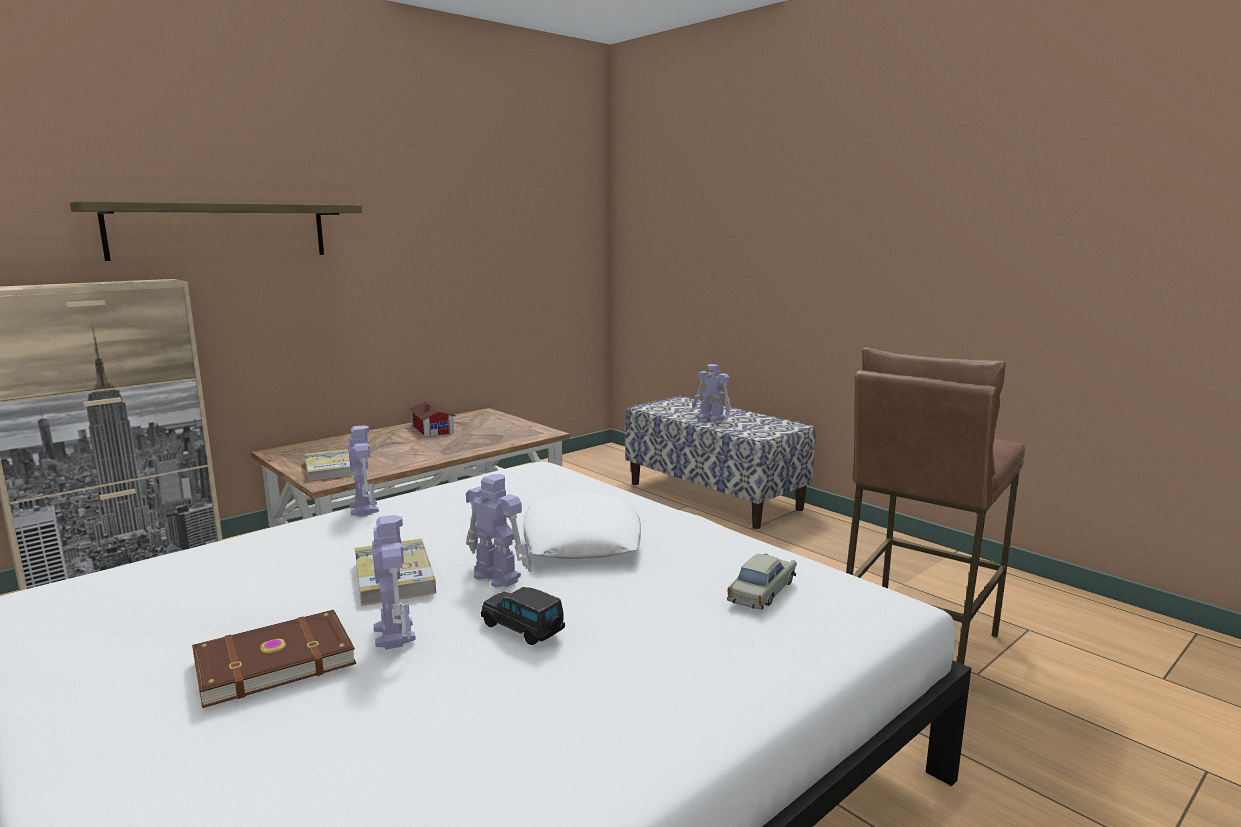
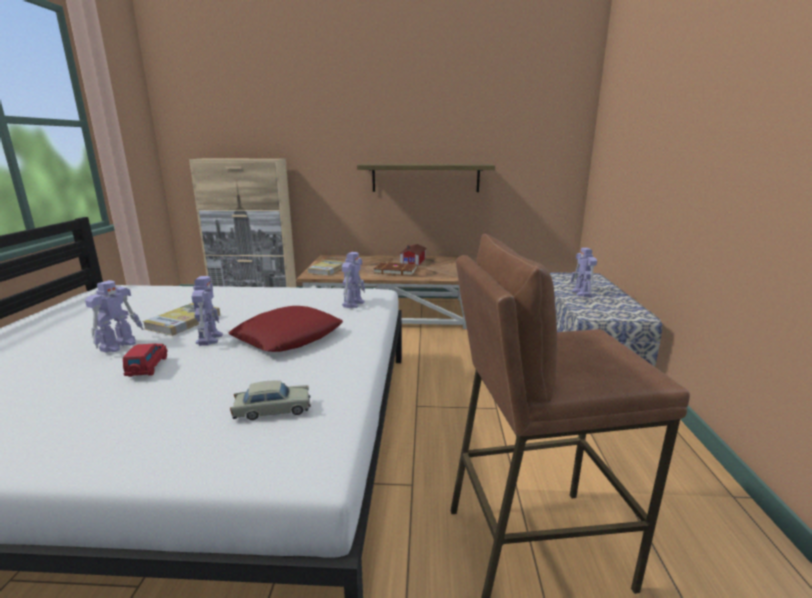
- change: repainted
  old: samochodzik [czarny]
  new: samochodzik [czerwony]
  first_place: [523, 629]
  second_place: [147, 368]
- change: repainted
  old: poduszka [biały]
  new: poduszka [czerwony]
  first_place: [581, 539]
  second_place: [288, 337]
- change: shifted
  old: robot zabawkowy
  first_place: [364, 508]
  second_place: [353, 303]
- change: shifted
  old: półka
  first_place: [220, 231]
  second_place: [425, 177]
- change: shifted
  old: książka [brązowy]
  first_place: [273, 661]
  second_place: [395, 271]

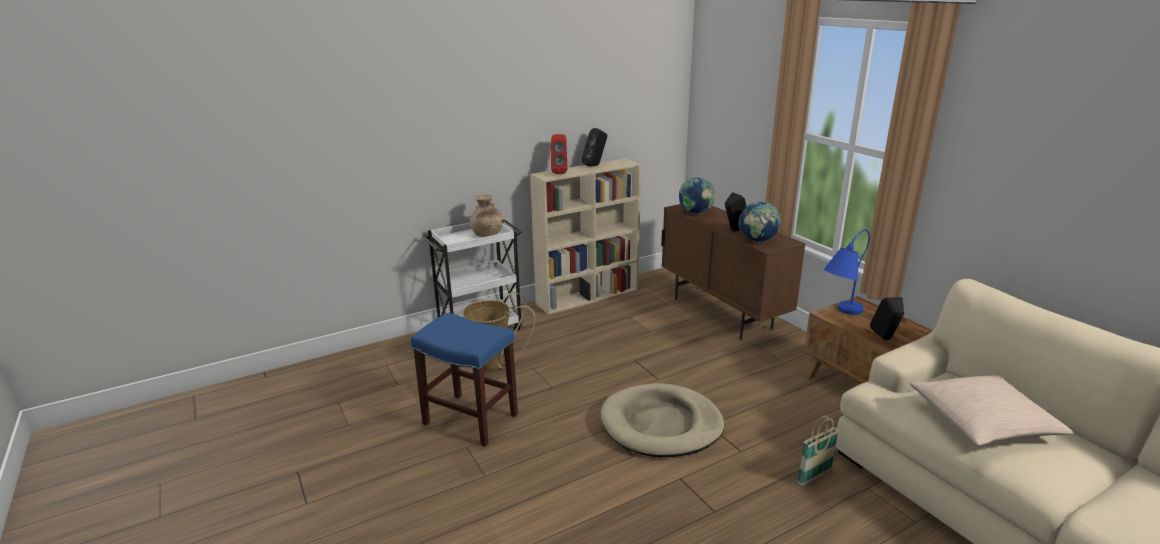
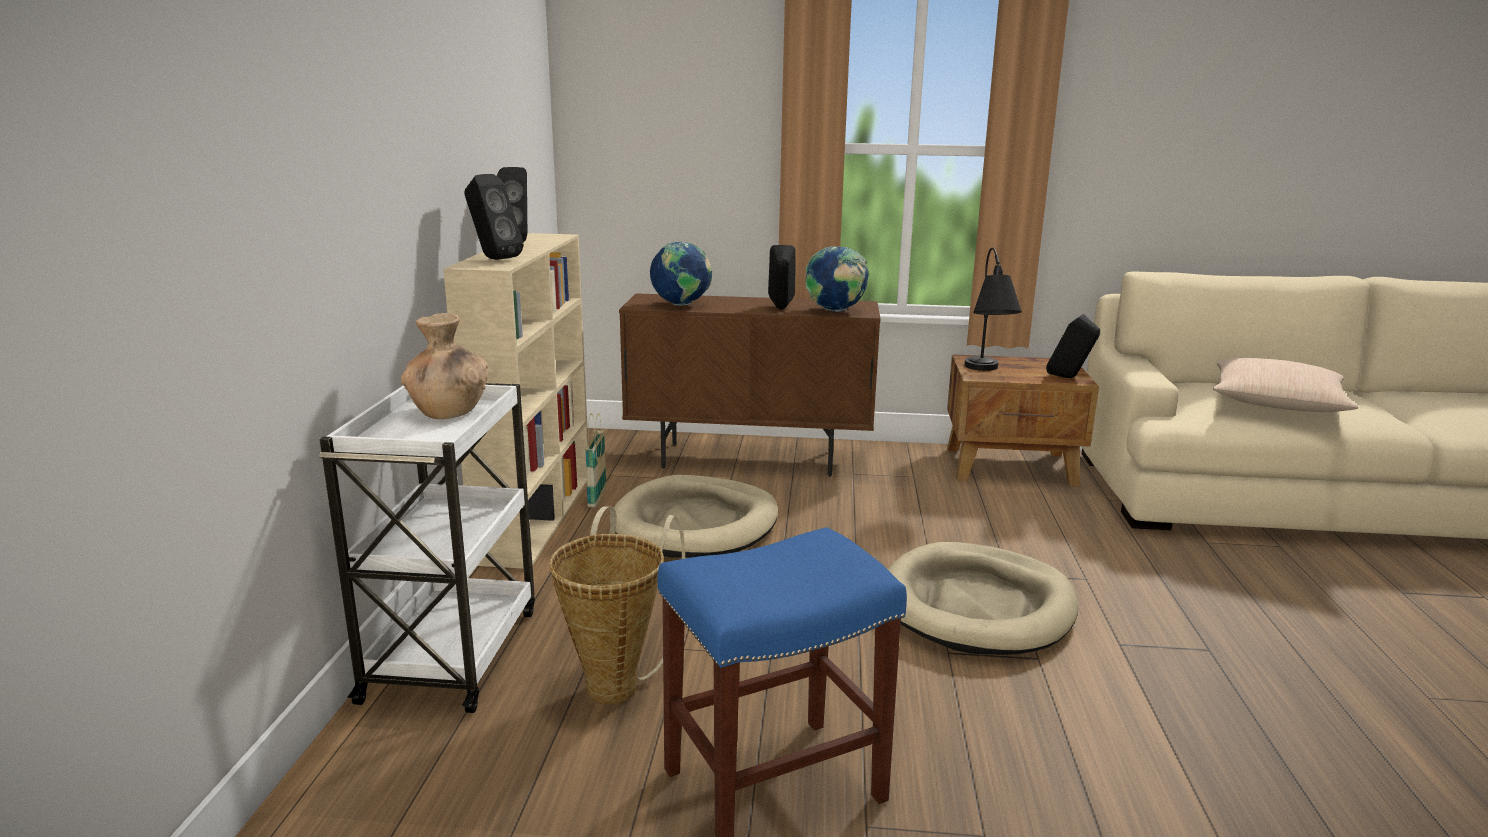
- change: repainted
  old: głośnik [czerwony]
  new: głośnik [czarny]
  first_place: [559, 172]
  second_place: [493, 259]
- change: shifted
  old: koszyk
  first_place: [814, 476]
  second_place: [597, 497]
- change: new
  new: legowisko [beżowy]
  second_place: [696, 524]
- change: repainted
  old: lampa stołowa [niebieski]
  new: lampa stołowa [czarny]
  first_place: [840, 313]
  second_place: [986, 372]

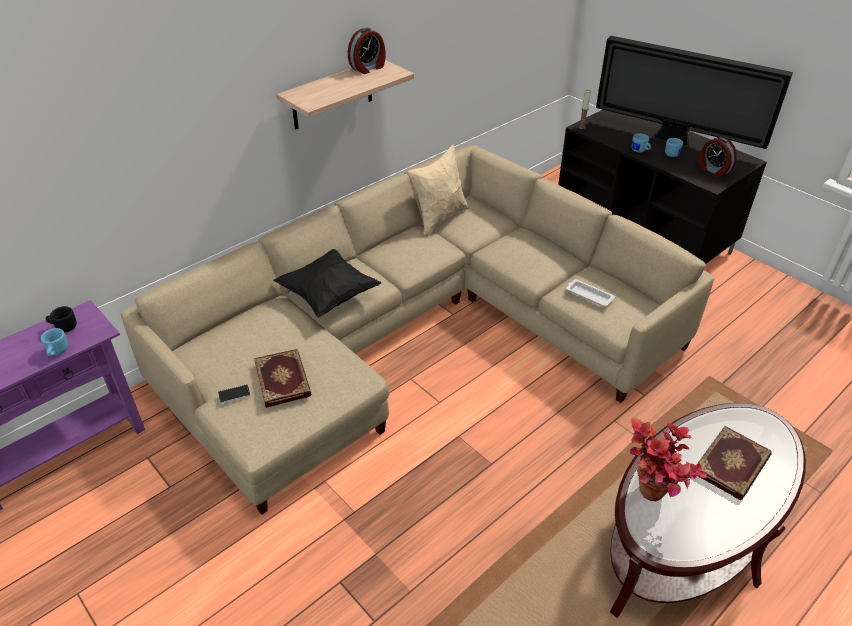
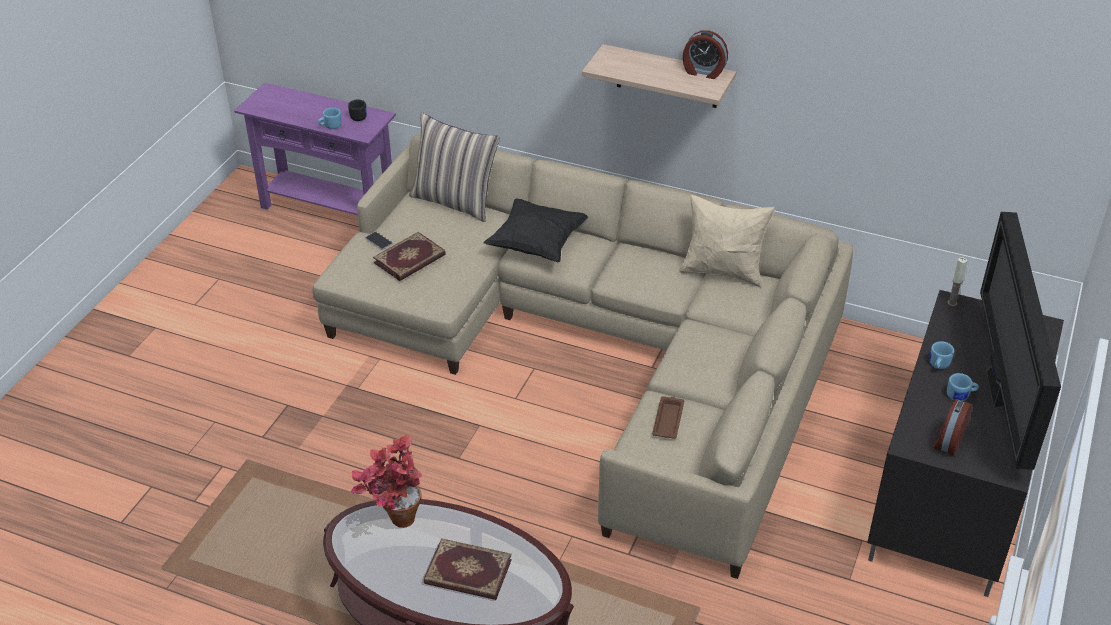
- change: new
  new: poduszka
  second_place: [455, 201]
- change: repainted
  old: taca [biały]
  new: taca [brązowy]
  first_place: [588, 295]
  second_place: [668, 419]

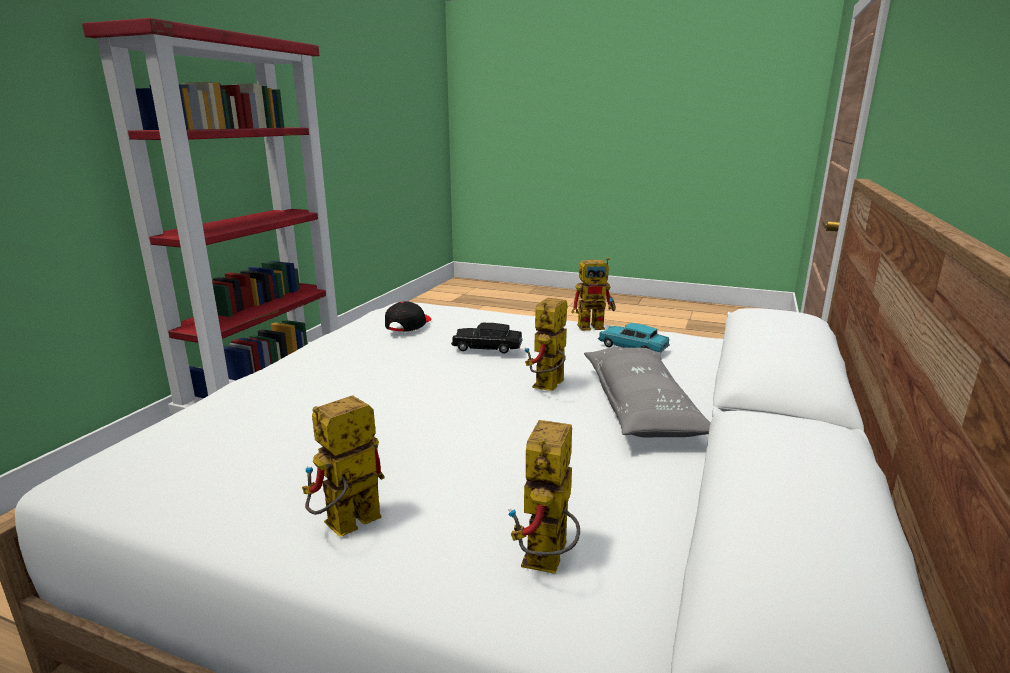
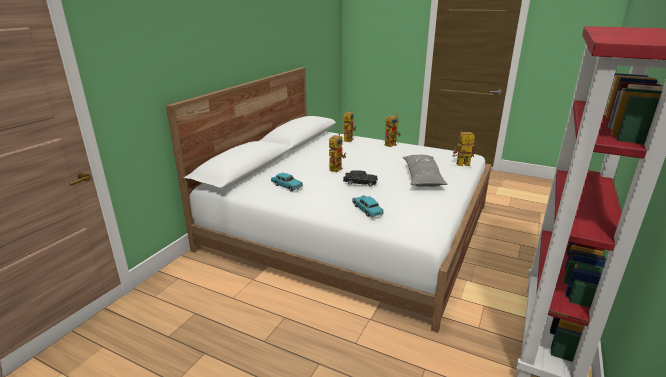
- change: new
  new: samochodzik [turkusowy]
  second_place: [367, 210]
- change: shifted
  old: poduszka [szary]
  first_place: [641, 407]
  second_place: [422, 177]
- change: shifted
  old: robot zabawkowy
  first_place: [596, 326]
  second_place: [460, 165]
- change: gone
  old: czapka z daszkiem [czarny]
  first_place: [408, 325]

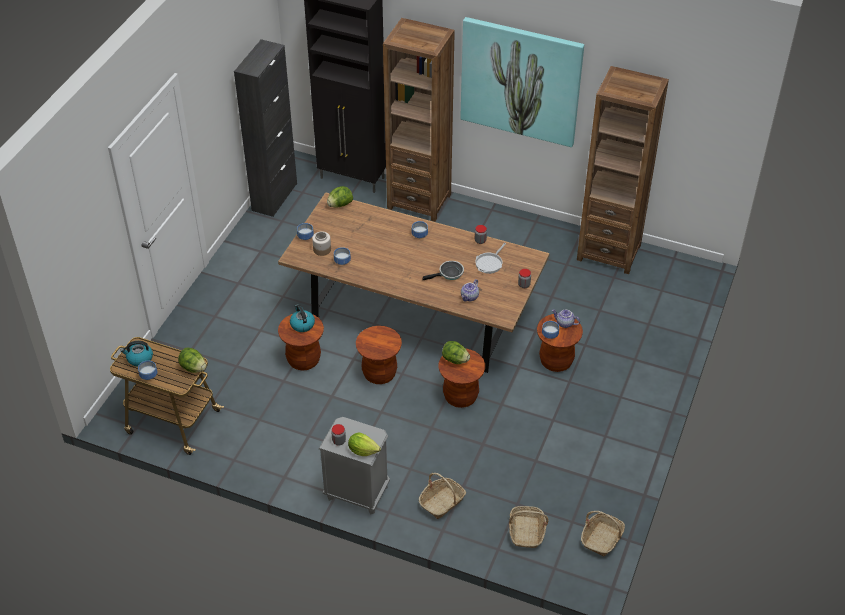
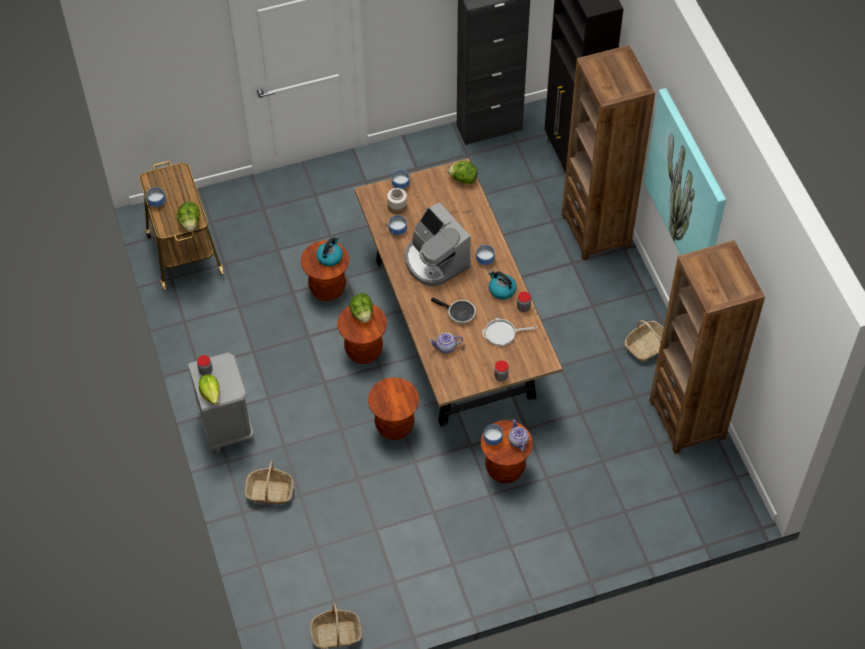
- change: shifted
  old: sałata
  first_place: [455, 360]
  second_place: [362, 314]
- change: new
  new: ekspres do kawy
  second_place: [435, 261]
- change: shifted
  old: czajnik
  first_place: [139, 359]
  second_place: [501, 290]
- change: shifted
  old: koszyk
  first_place: [526, 532]
  second_place: [647, 346]

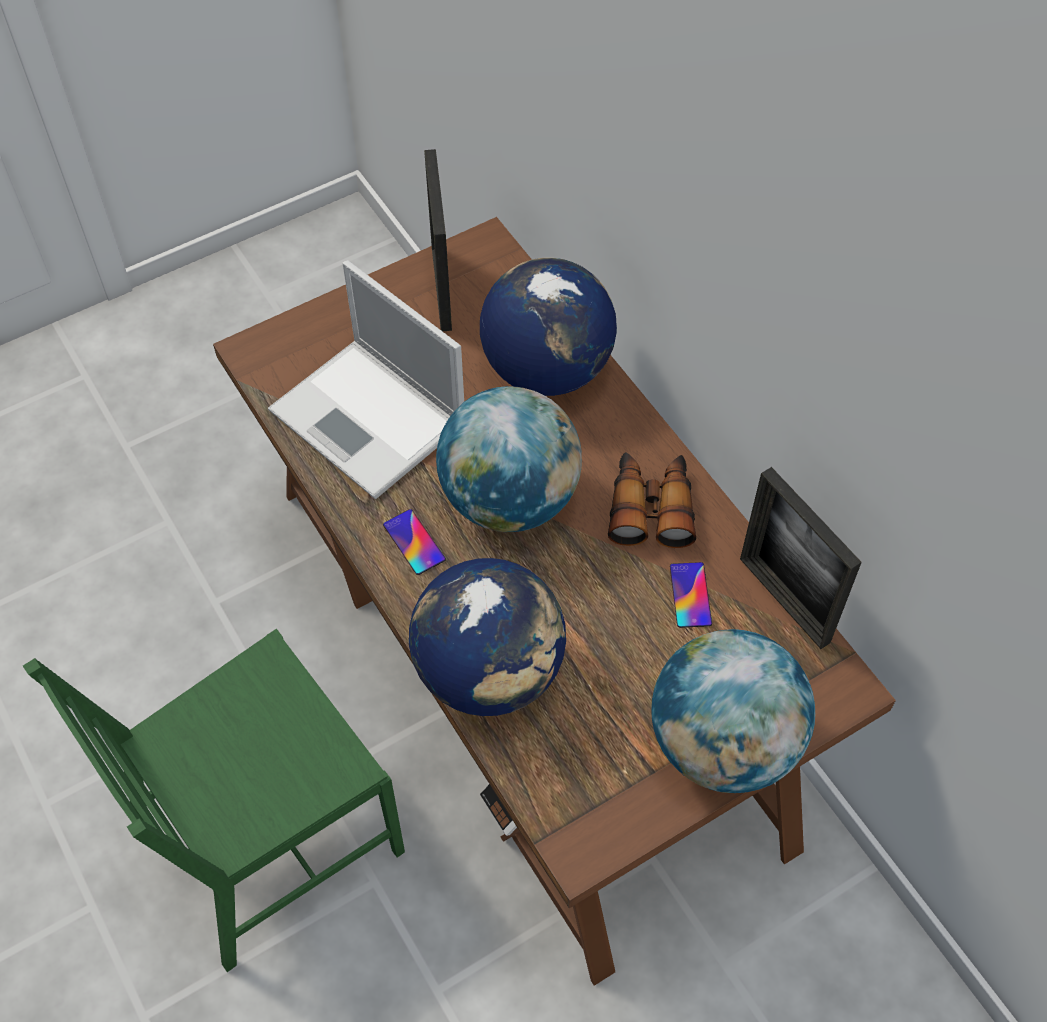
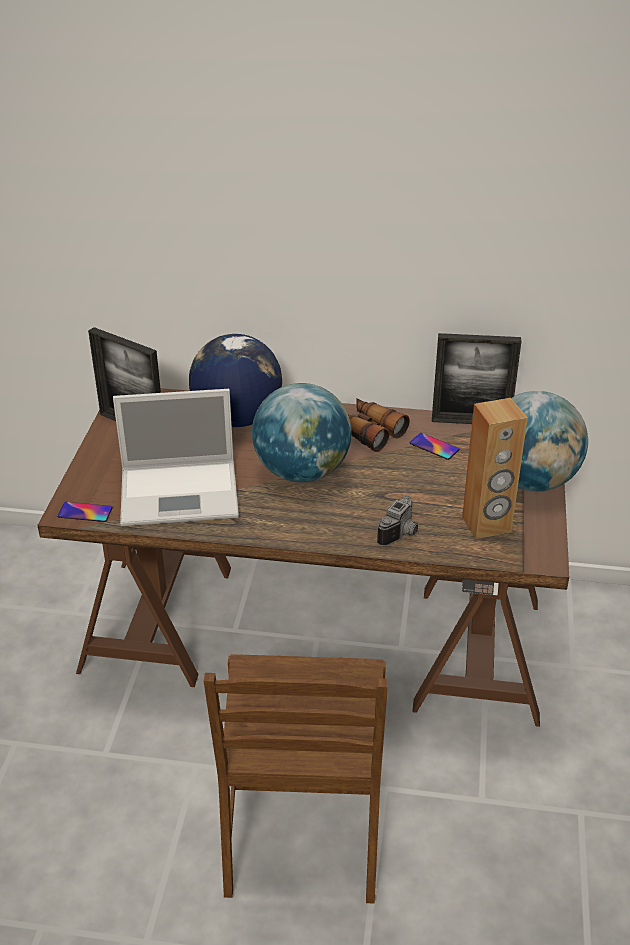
- change: shifted
  old: telefon
  first_place: [414, 542]
  second_place: [85, 512]
- change: repainted
  old: krzesło [zielony]
  new: krzesło [brązowy]
  first_place: [266, 841]
  second_place: [304, 827]
- change: swapped
  old: globus
  new: aparat fotograficzny
  first_place: [490, 672]
  second_place: [402, 534]
- change: new
  new: głośnik [brązowy]
  second_place: [486, 525]

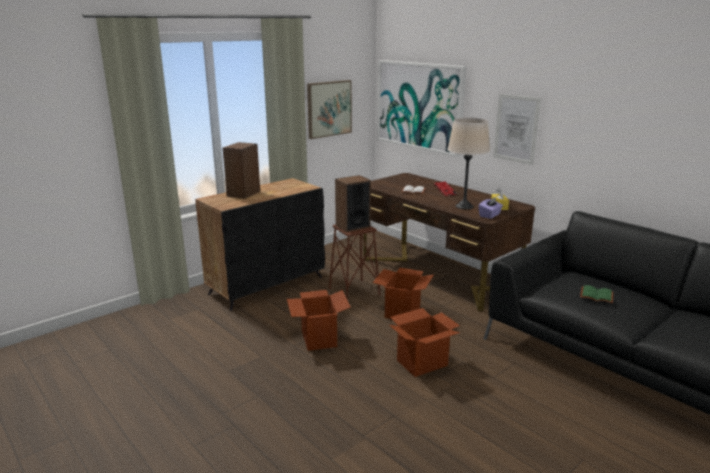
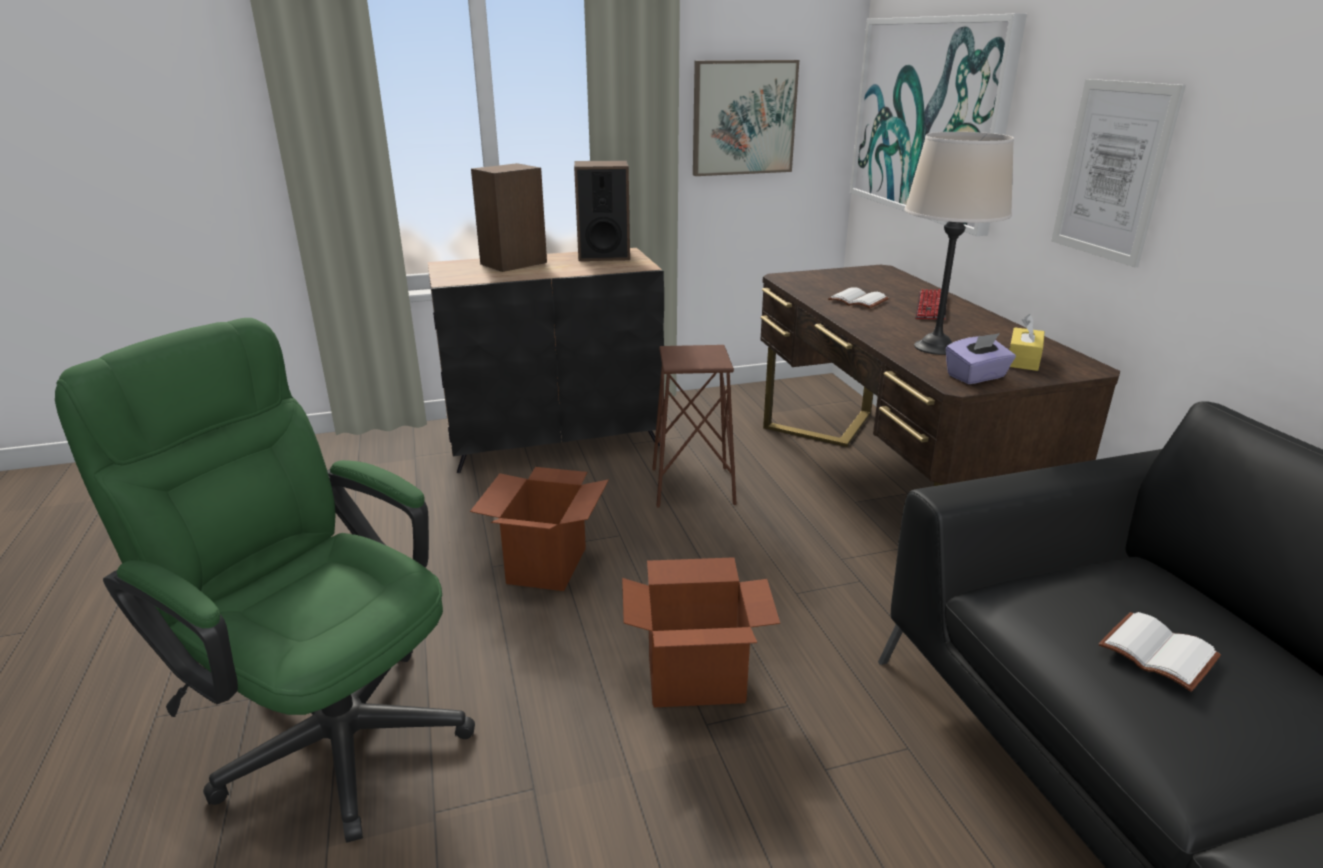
- change: new
  new: krzesło biurowe [zielony]
  second_place: [327, 725]
- change: shifted
  old: głośnik
  first_place: [352, 226]
  second_place: [603, 255]
- change: repainted
  old: książka [zielony]
  new: książka [biały]
  first_place: [596, 296]
  second_place: [1155, 653]
- change: gone
  old: karton
  first_place: [402, 312]

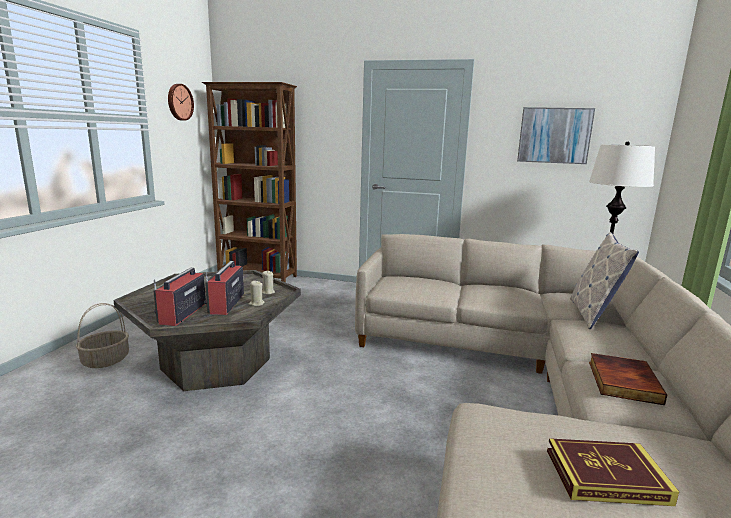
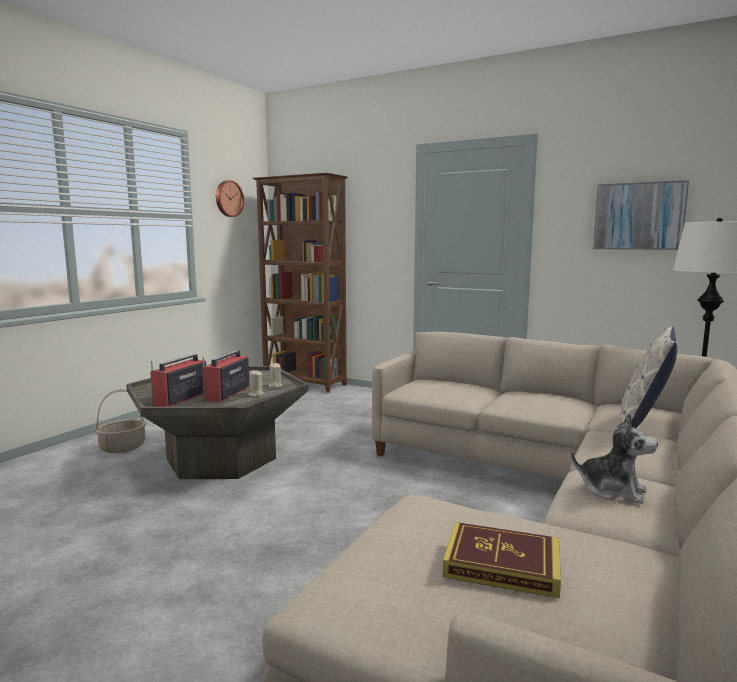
- change: swapped
  old: książka
  new: pluszak
  first_place: [621, 381]
  second_place: [612, 490]

